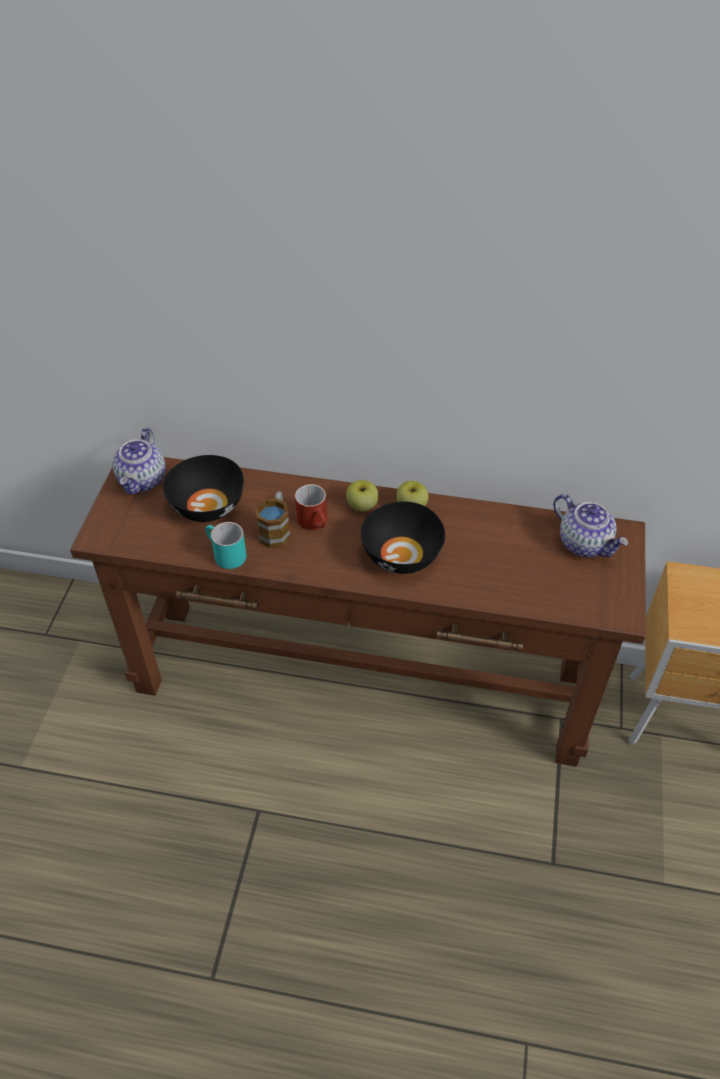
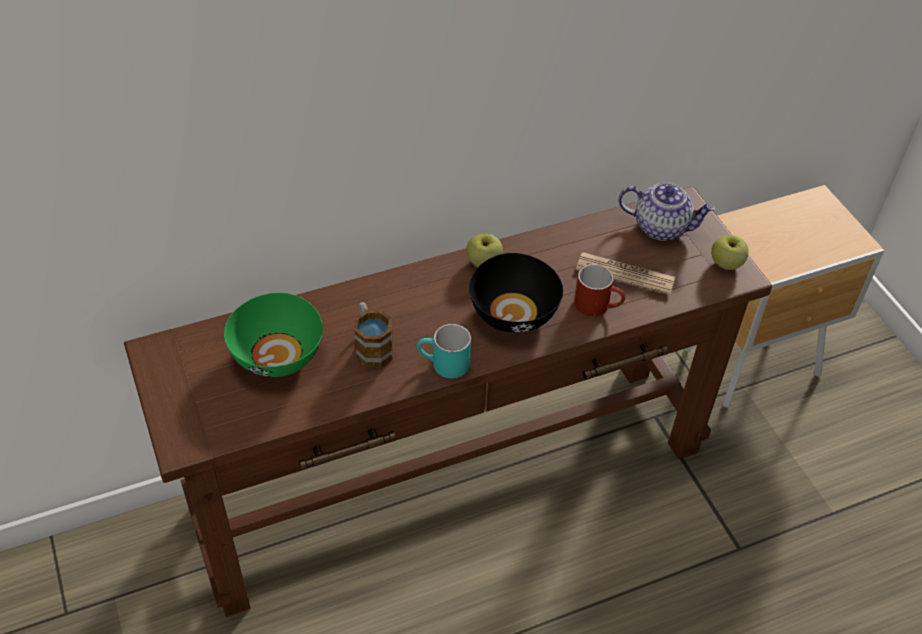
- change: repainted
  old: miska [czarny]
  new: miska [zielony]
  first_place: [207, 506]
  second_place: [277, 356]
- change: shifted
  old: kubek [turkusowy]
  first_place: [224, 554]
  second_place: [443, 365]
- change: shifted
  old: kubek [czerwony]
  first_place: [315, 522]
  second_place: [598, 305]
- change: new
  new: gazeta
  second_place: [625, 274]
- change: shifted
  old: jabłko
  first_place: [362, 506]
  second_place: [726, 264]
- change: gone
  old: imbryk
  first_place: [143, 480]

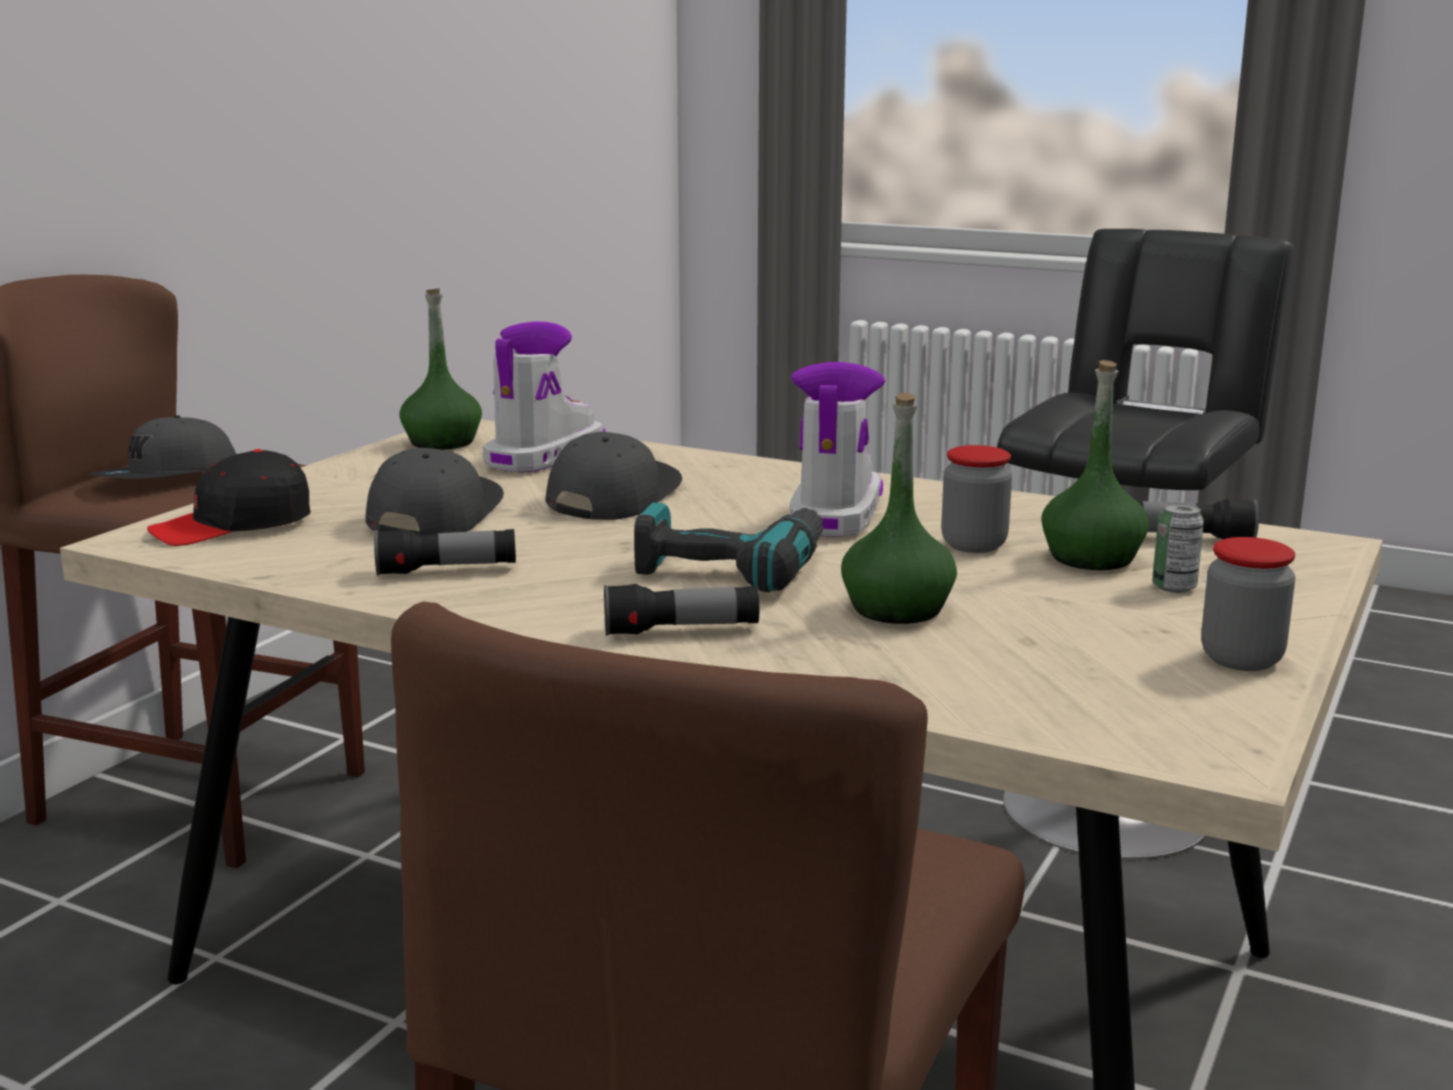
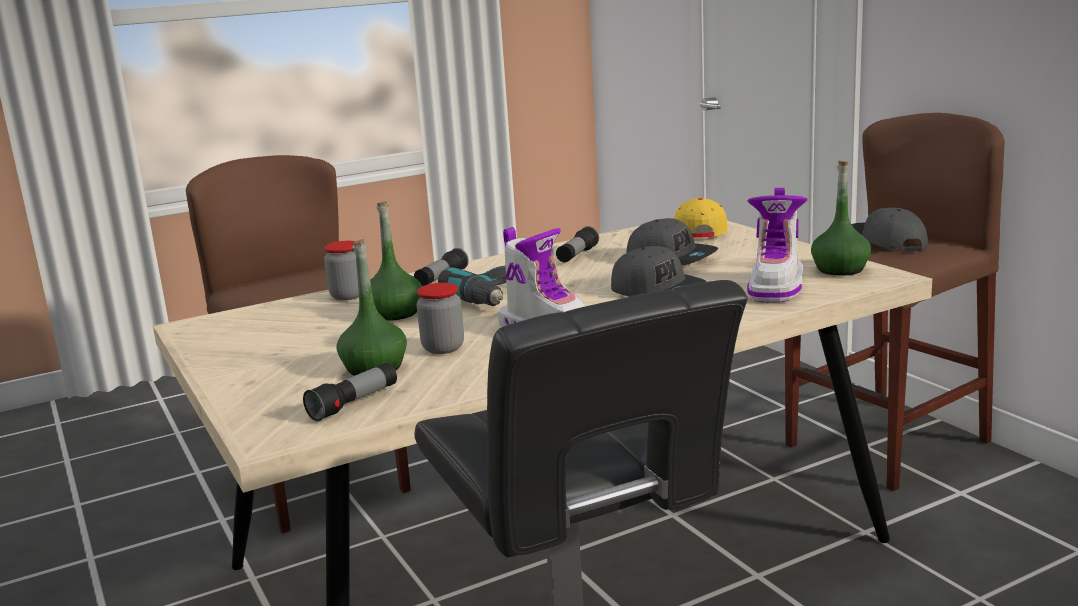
- change: shifted
  old: słoik
  first_place: [1241, 659]
  second_place: [348, 296]
- change: repainted
  old: czapka z daszkiem [czarny]
  new: czapka z daszkiem [żółty]
  first_place: [233, 525]
  second_place: [699, 231]
- change: rotated
  old: but z cholewką
  first_place: [543, 456]
  second_place: [776, 287]
  degrees: 45
- change: gone
  old: puszka
  first_place: [1174, 587]

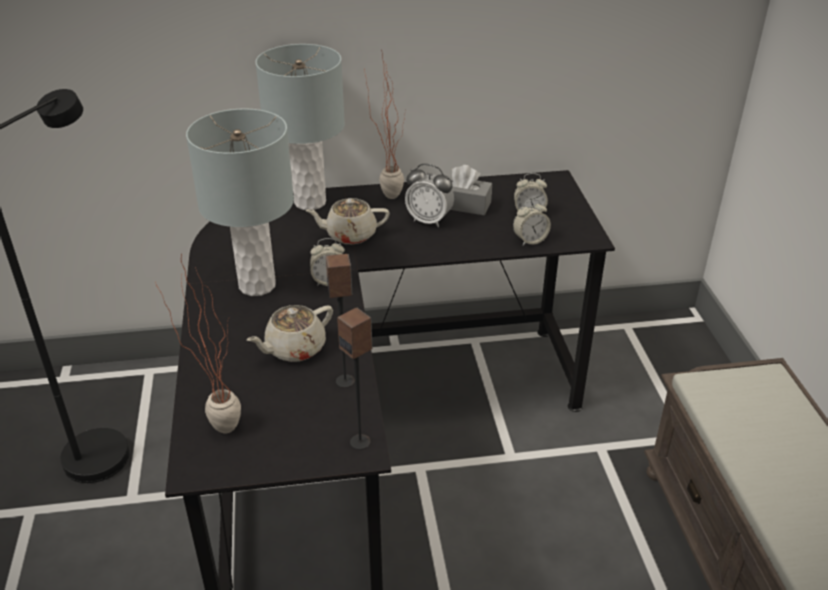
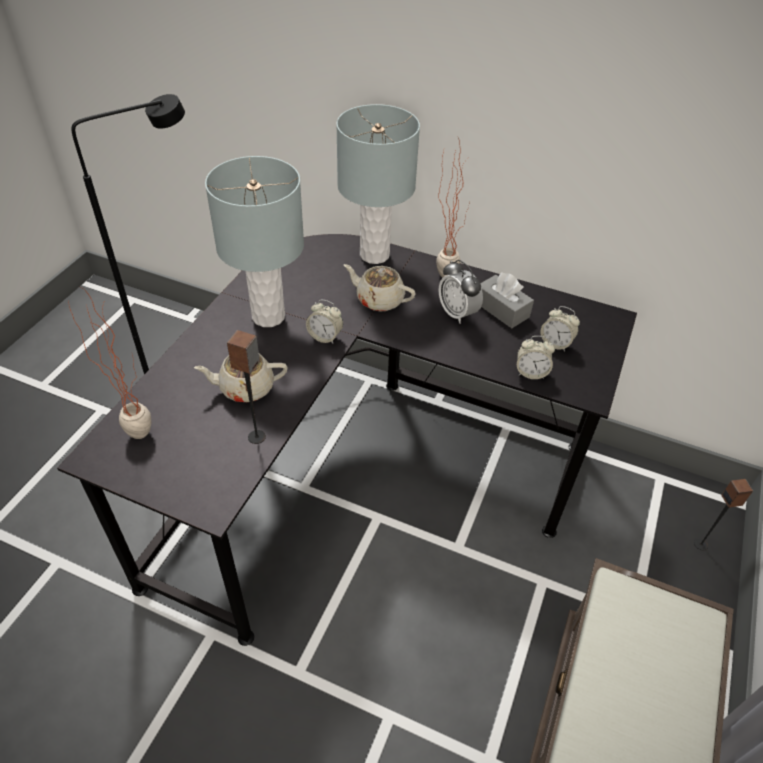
- change: shifted
  old: głośnik
  first_place: [360, 442]
  second_place: [701, 544]

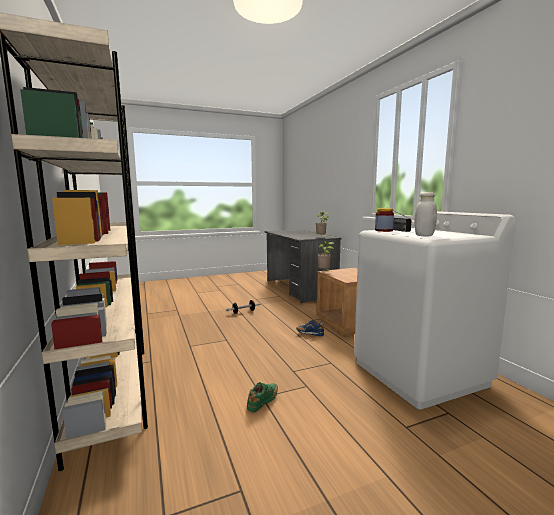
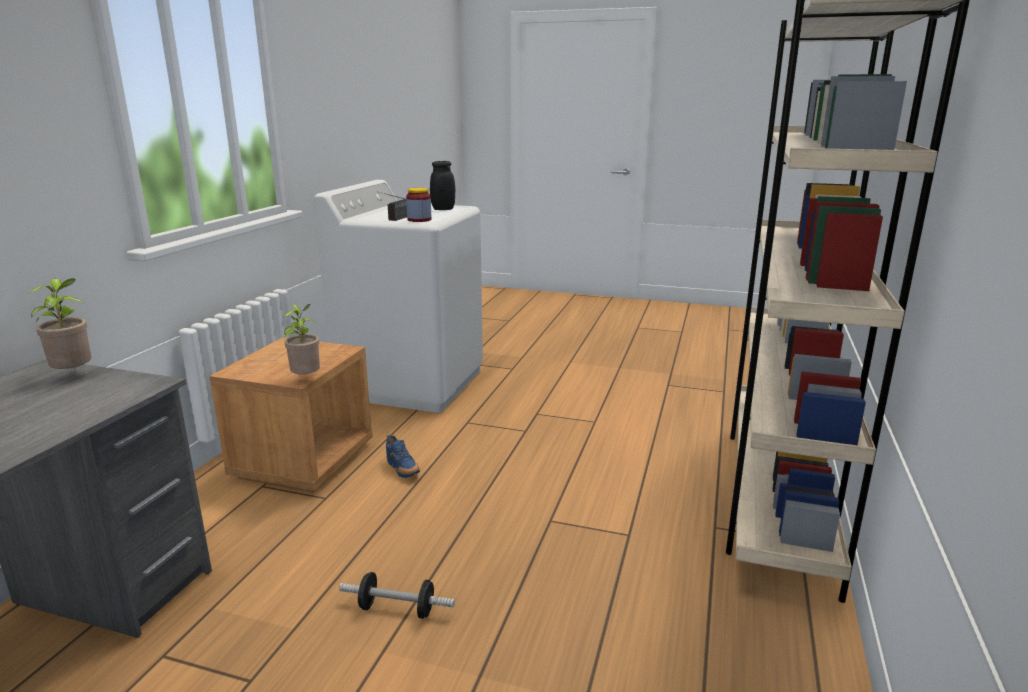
- change: repainted
  old: słoik [biały]
  new: słoik [czarny]
  first_place: [424, 235]
  second_place: [443, 209]
- change: gone
  old: but [zielony]
  first_place: [263, 401]

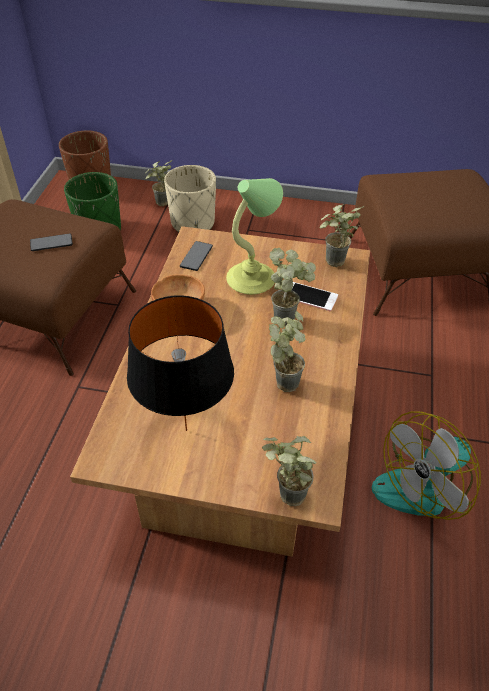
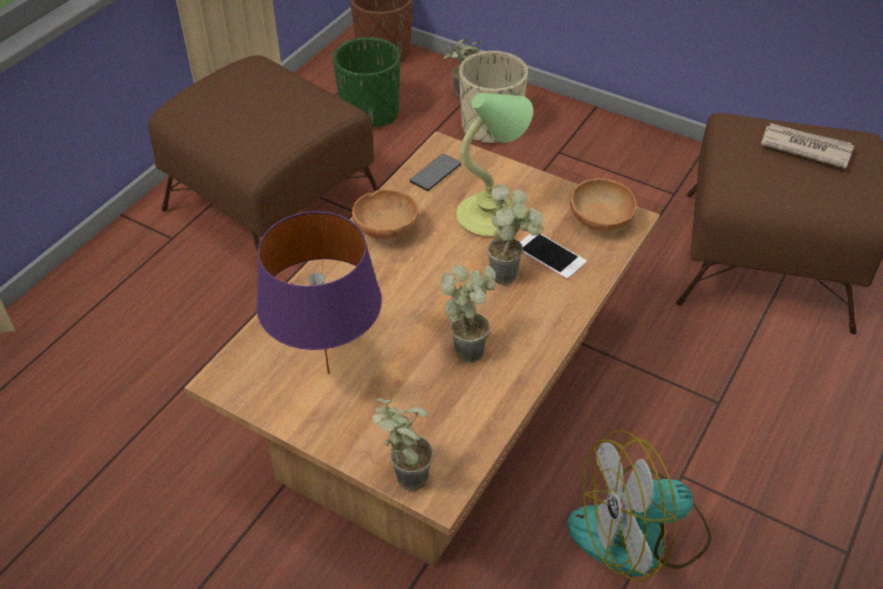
- change: repainted
  old: lampa stołowa [czarny]
  new: lampa stołowa [fioletowy]
  first_place: [185, 429]
  second_place: [327, 372]
- change: swapped
  old: roślina doniczkowa
  new: miska [brązowy]
  first_place: [332, 265]
  second_place: [600, 222]
- change: new
  new: gazeta
  second_place: [805, 147]
- change: gone
  old: telefon
  first_place: [51, 243]

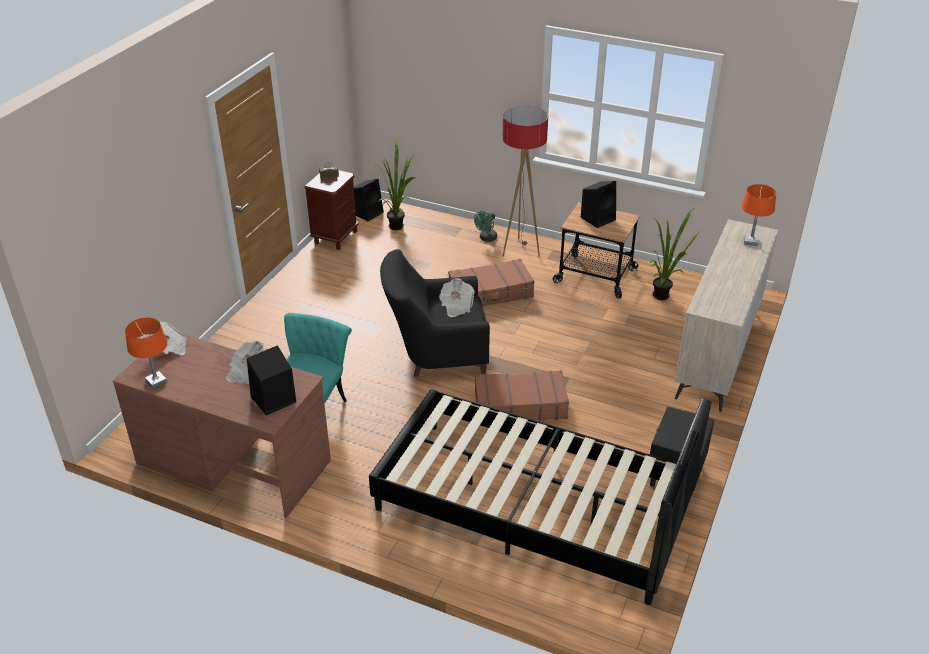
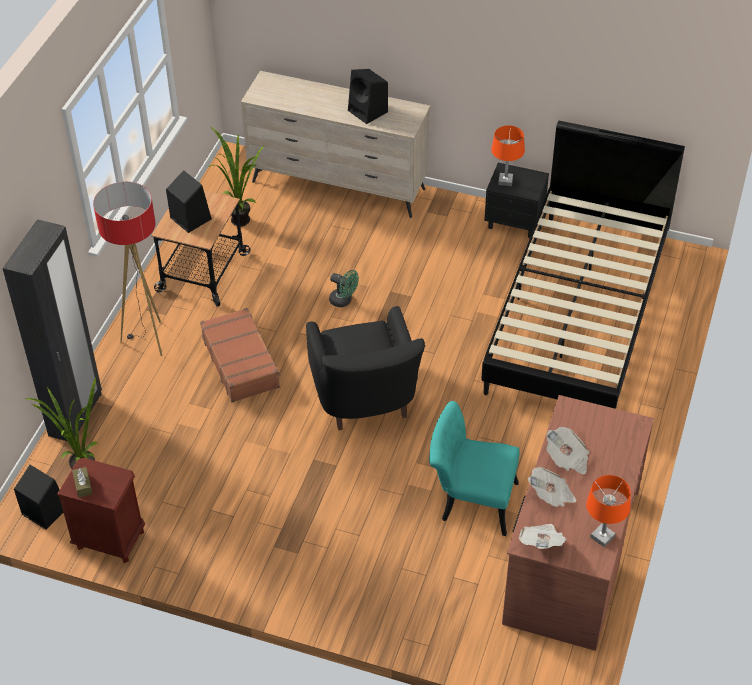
- change: new
  new: szafa [czarny]
  second_place: [76, 415]
- change: shifted
  old: wentylator [zielony]
  first_place: [486, 238]
  second_place: [344, 301]
- change: shifted
  old: głośnik [czarny]
  first_place: [272, 400]
  second_place: [368, 111]
- change: shifted
  old: lampa stołowa [pomarańczowy]
  first_place: [750, 241]
  second_place: [505, 181]
- change: shifted
  old: gazeta
  first_place: [456, 306]
  second_place: [551, 496]
- change: gone
  old: walizka [brązowy]
  first_place: [520, 404]

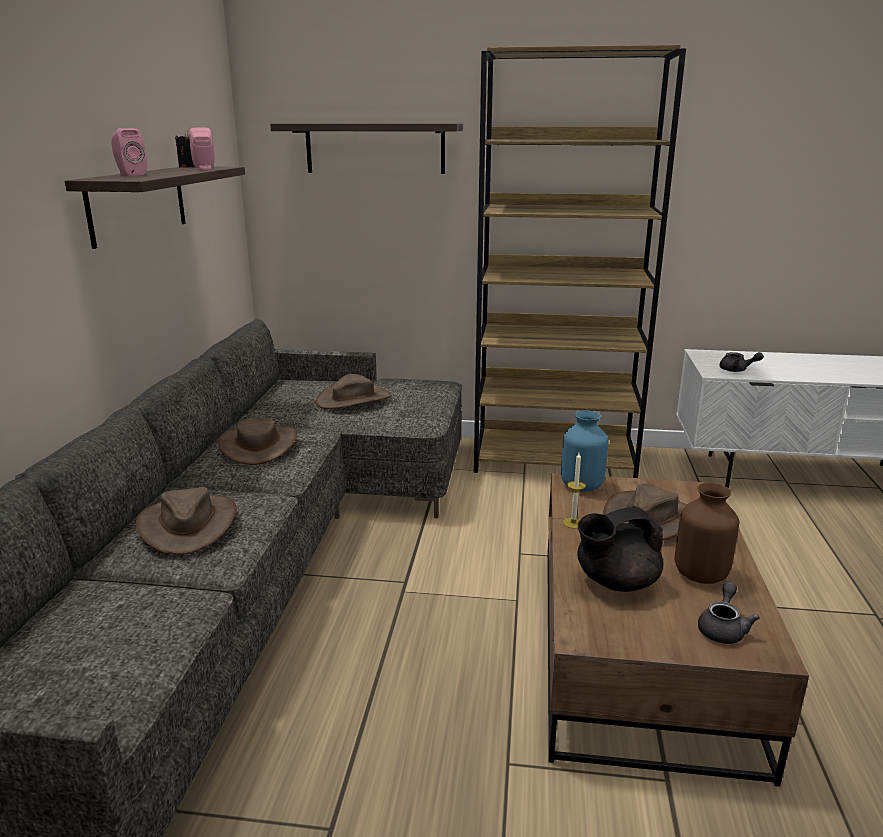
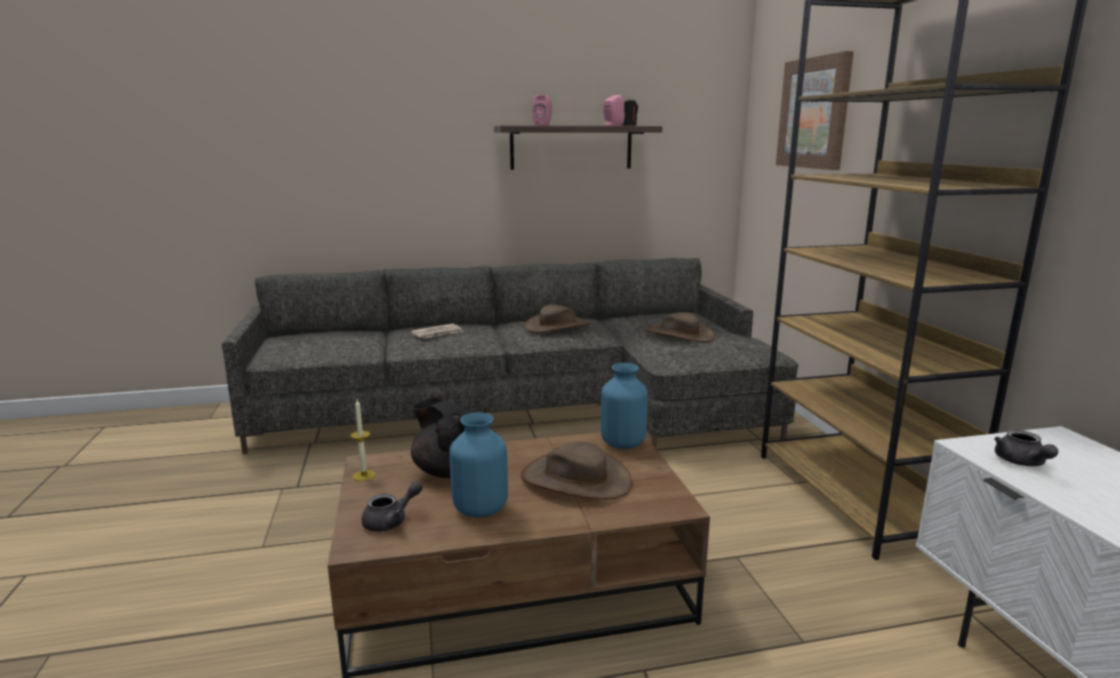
- change: shifted
  old: świeca
  first_place: [573, 523]
  second_place: [364, 475]
- change: rotated
  old: imbryk [szary]
  first_place: [723, 628]
  second_place: [391, 521]
  degrees: -45
- change: swapped
  old: kapelusz [brązowy]
  new: gazeta
  first_place: [188, 524]
  second_place: [438, 333]
- change: repainted
  old: wazon [brązowy]
  new: wazon [niebieski]
  first_place: [701, 574]
  second_place: [481, 509]
- change: swapped
  old: półka
  new: obraz
  first_place: [375, 148]
  second_place: [814, 113]

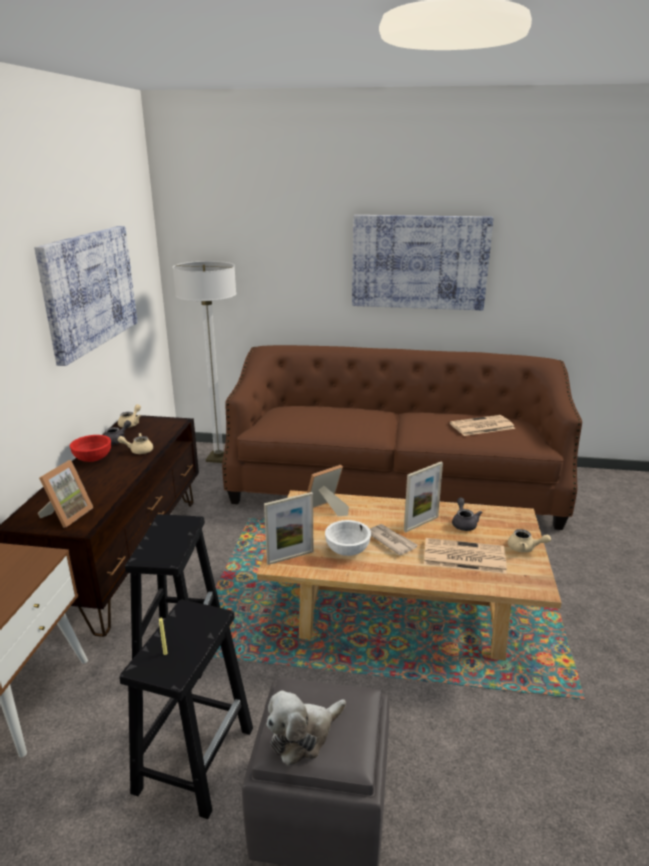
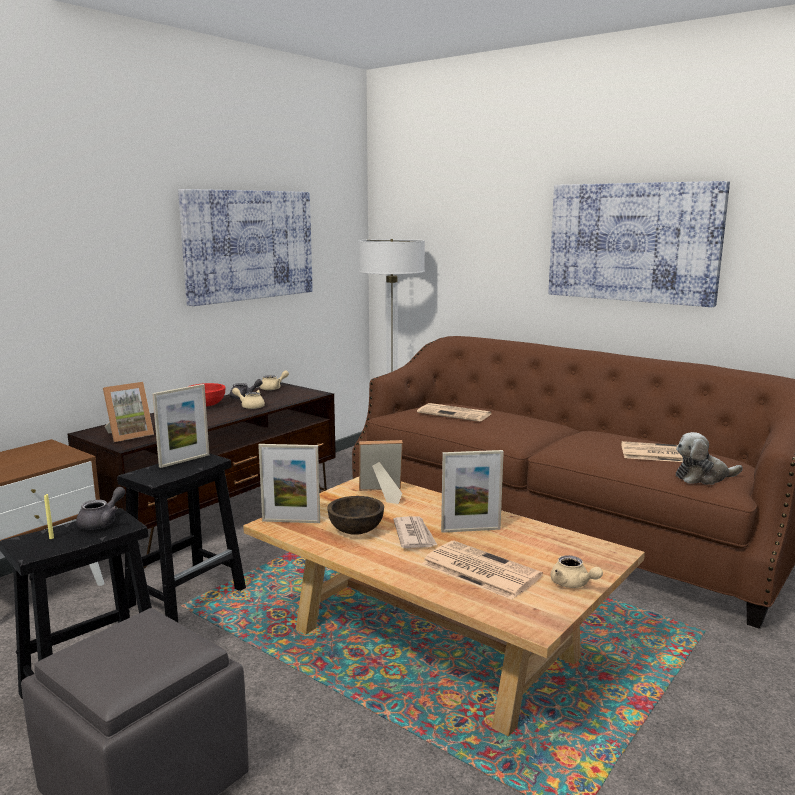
- change: shifted
  old: imbryk [szary]
  first_place: [464, 523]
  second_place: [102, 522]
- change: new
  new: ramka na zdjęcie
  second_place: [184, 461]
- change: repainted
  old: miska [biały]
  new: miska [brązowy]
  first_place: [347, 550]
  second_place: [356, 530]
- change: new
  new: gazeta
  second_place: [455, 413]
- change: shifted
  old: pluszak
  first_place: [303, 735]
  second_place: [703, 477]

